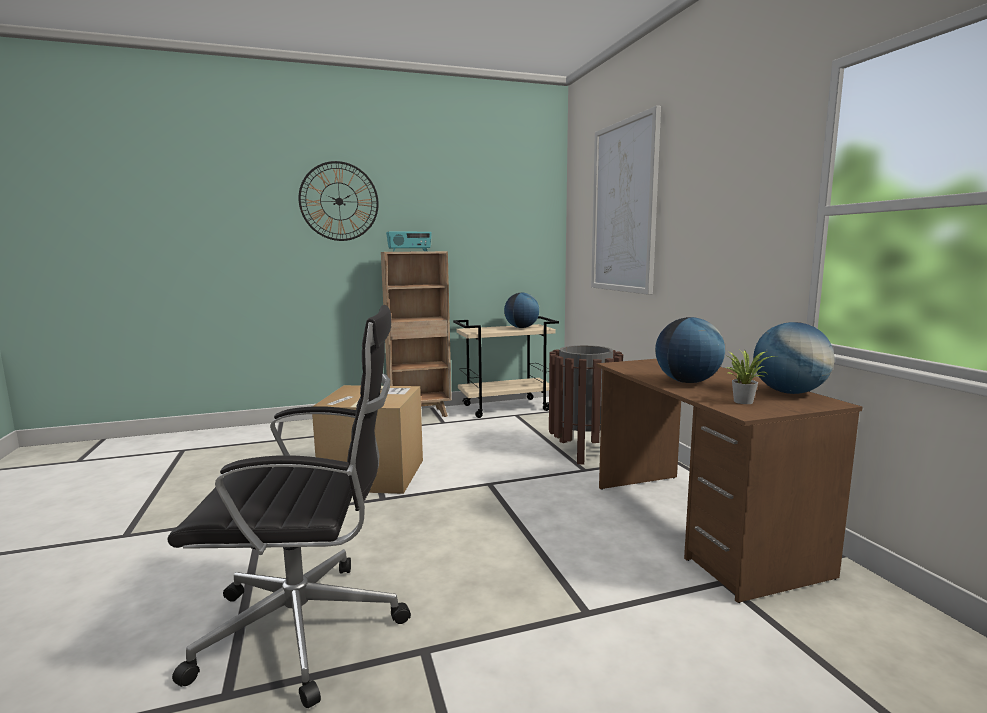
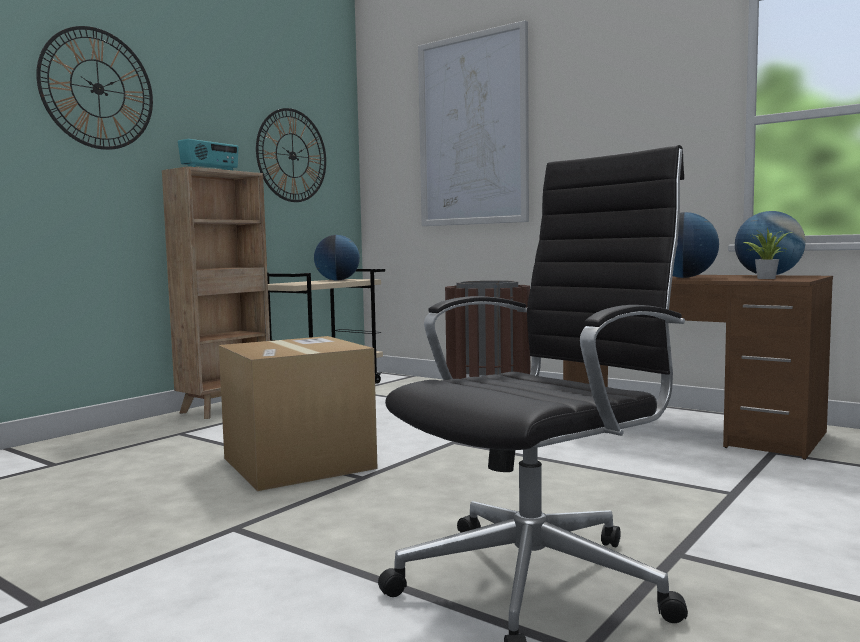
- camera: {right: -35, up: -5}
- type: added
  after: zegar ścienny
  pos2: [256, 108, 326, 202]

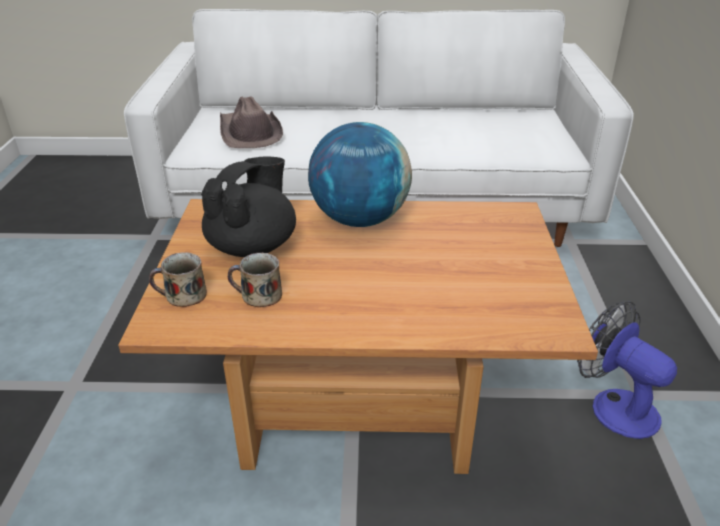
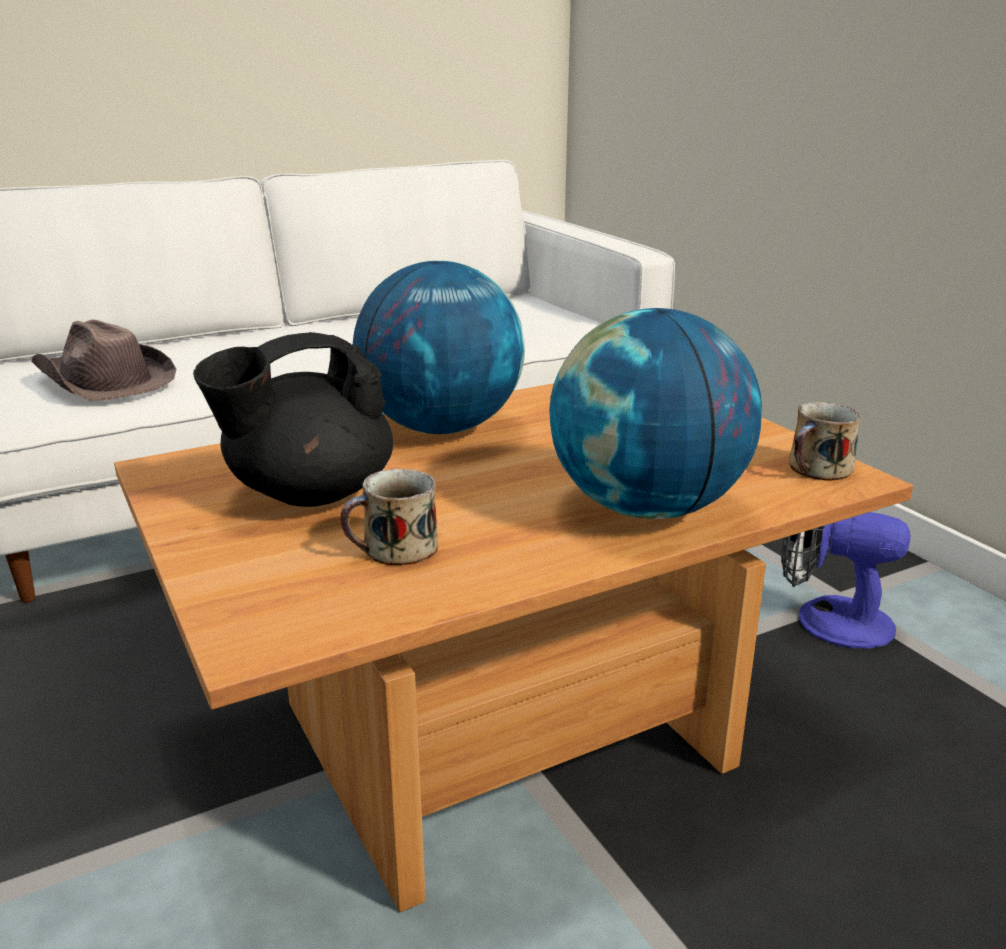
- camera: {right: -30, up: -10}
- type: added
  after: globus
  pos2: [549, 308, 762, 519]
- type: moved
  before: kubek
  pos1: [149, 252, 207, 307]
  pos2: [789, 402, 862, 480]
- type: turned
  before: imbryk [czarny]
  pos1: [201, 156, 296, 257]
  pos2: [193, 332, 393, 507]
  turn: -120

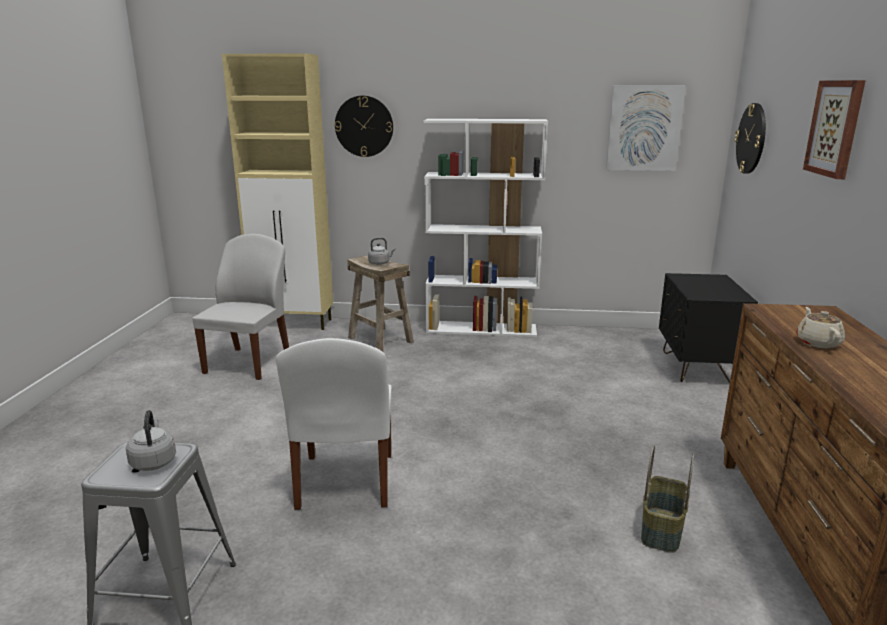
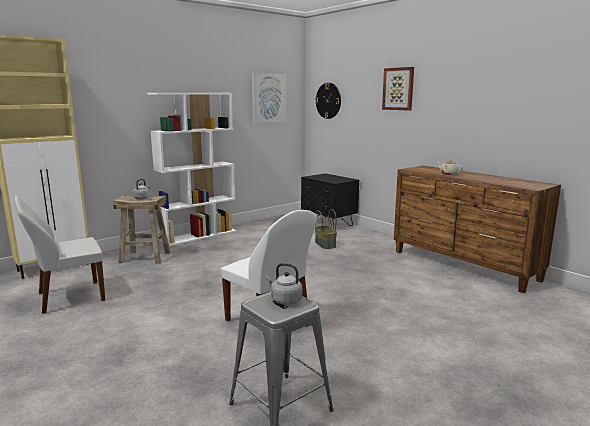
- camera: {right: -45, up: -5}
- type: removed
  before: zegar ścienny
  pos1: [335, 96, 393, 157]
- type: moved
  before: koszyk
  pos1: [641, 445, 694, 553]
  pos2: [315, 209, 337, 249]
- type: turned
  before: krzesło [biały]
  pos1: [192, 234, 289, 380]
  pos2: [15, 196, 105, 314]
  turn: -90

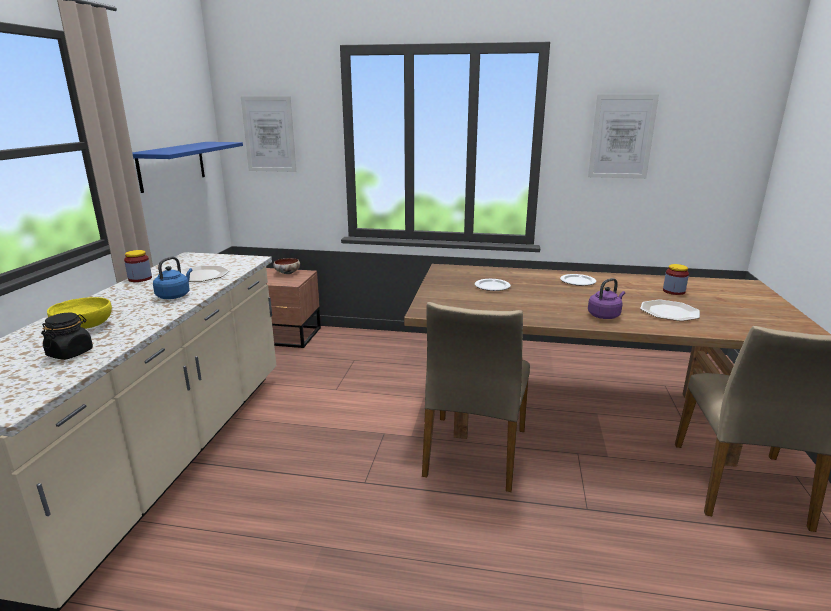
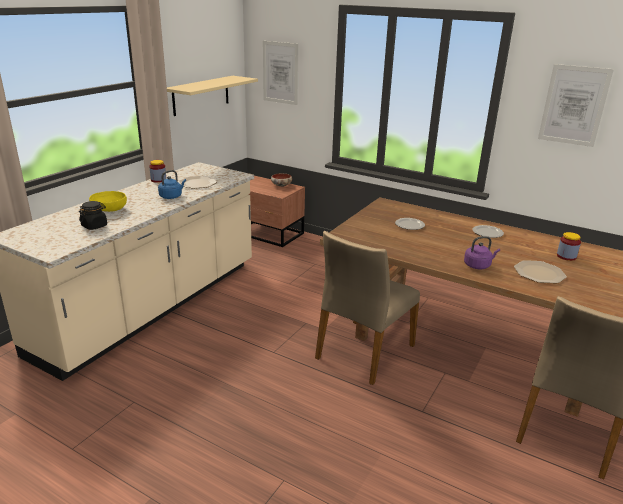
- camera: {right: 20, up: 5}
- type: recoloured
  before: półka [niebieski]
  after: półka [beżowy]
  pos1: [132, 142, 243, 193]
  pos2: [167, 76, 258, 116]

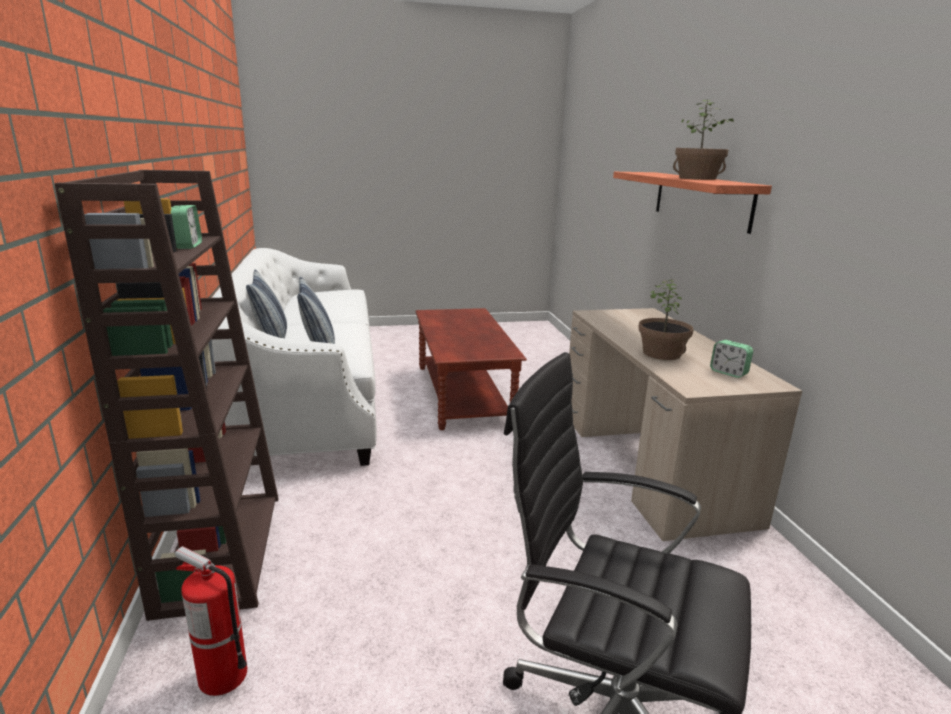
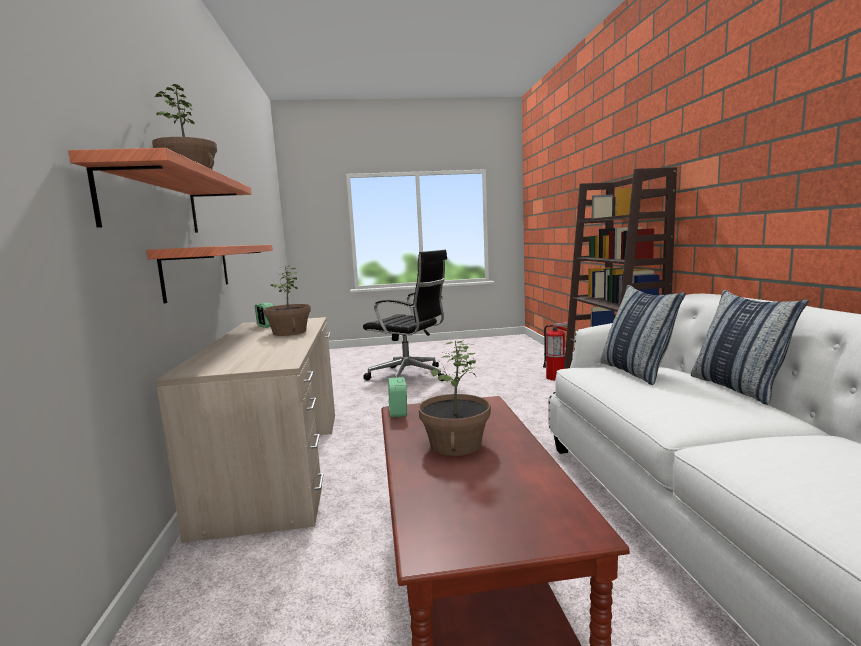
- camera: {right: -175, up: -10}
- type: added
  after: półka
  pos2: [146, 245, 273, 303]
- type: added
  after: roślina doniczkowa
  pos2: [419, 341, 491, 456]
- type: moved
  before: budzik
  pos1: [171, 205, 202, 249]
  pos2: [388, 377, 407, 418]

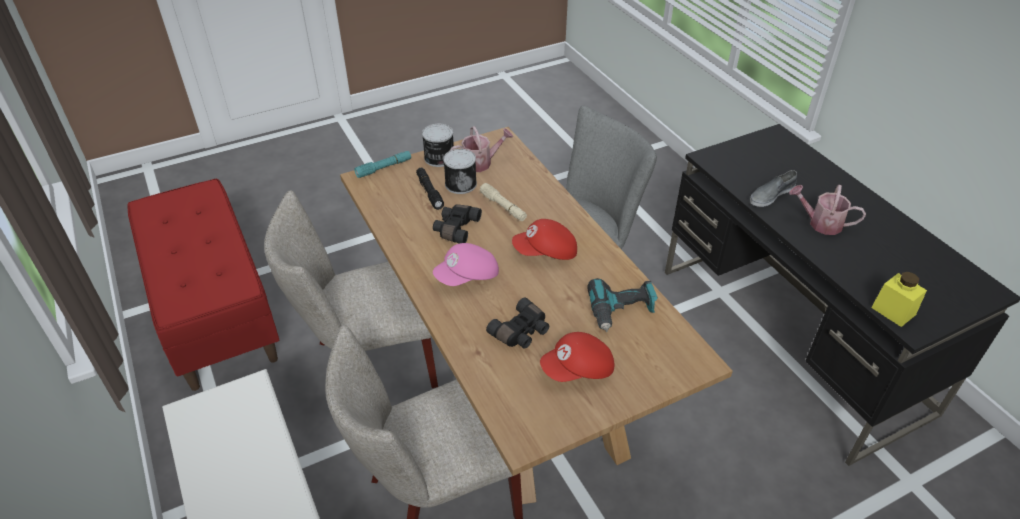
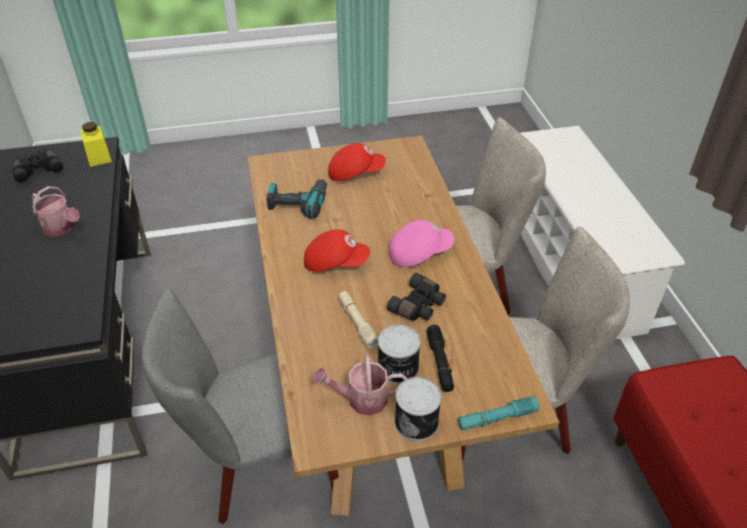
- camera: {right: -165, up: 0}
- type: removed
  before: but [szary]
  pos1: [750, 170, 797, 207]
- type: moved
  before: lornetka [czarny]
  pos1: [486, 297, 549, 349]
  pos2: [12, 149, 64, 183]

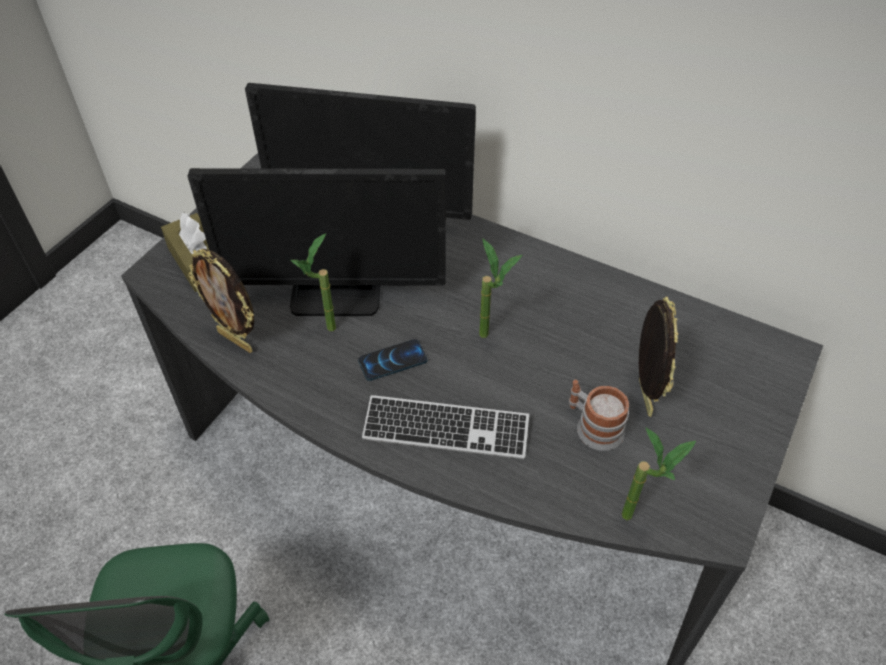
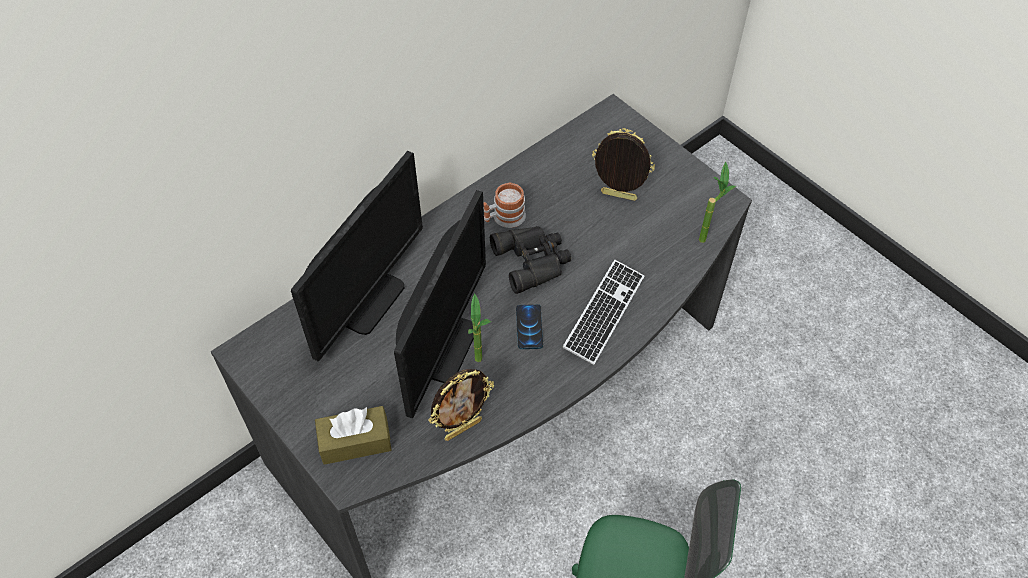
- camera: {right: -70, up: 5}
- type: moved
  before: kubek
  pos1: [569, 380, 629, 451]
  pos2: [483, 183, 526, 228]
- type: replaced
  before: roślina doniczkowa
  after: lornetka [czarny]
  pos1: [479, 238, 522, 338]
  pos2: [490, 226, 571, 294]

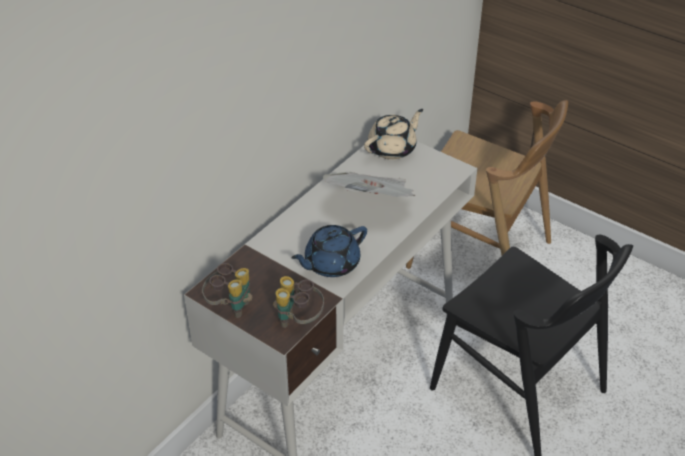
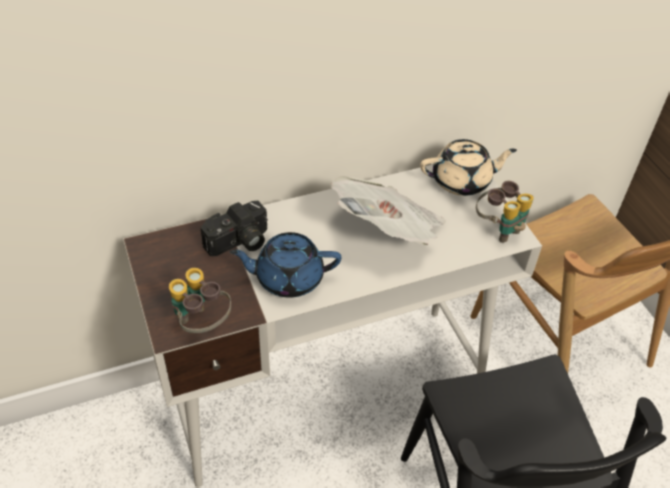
- camera: {right: 30, up: 5}
- type: added
  after: aparat fotograficzny
  pos2: [200, 201, 268, 256]
- type: moved
  before: lornetka
  pos1: [202, 263, 252, 318]
  pos2: [476, 181, 534, 243]

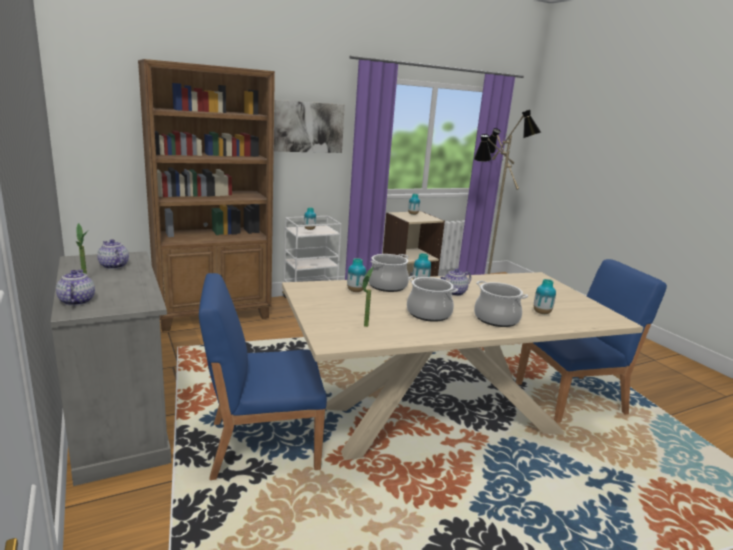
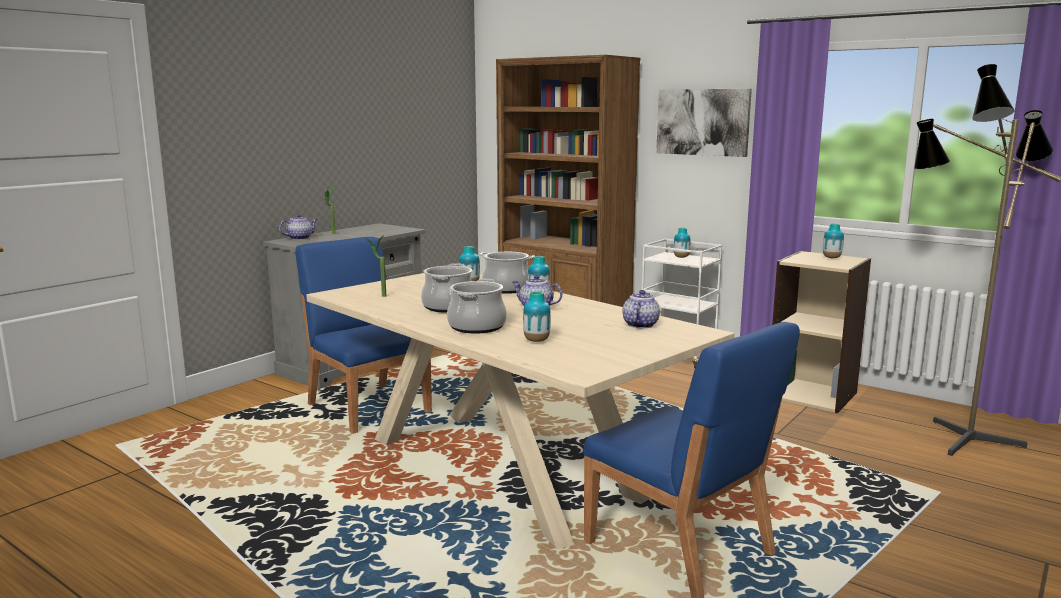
- camera: {right: 65, up: -5}
- type: moved
  before: imbryk
  pos1: [97, 239, 129, 269]
  pos2: [622, 290, 660, 328]

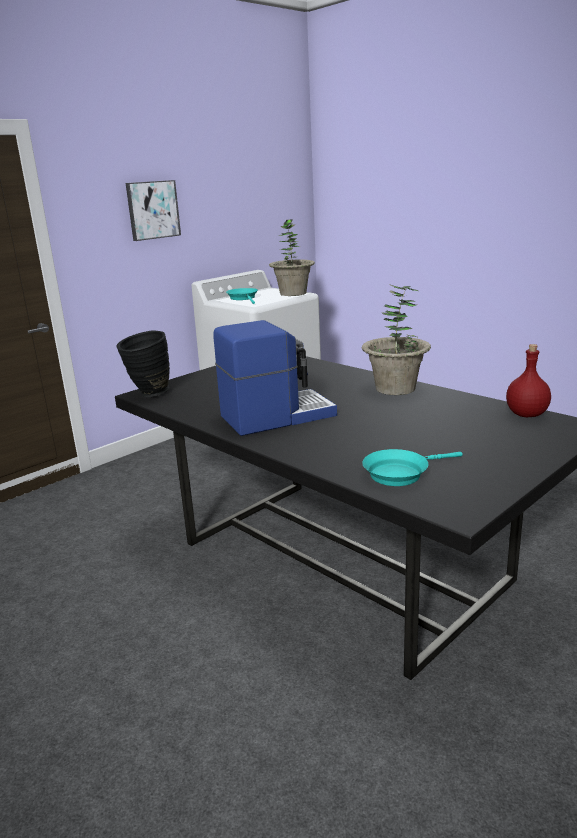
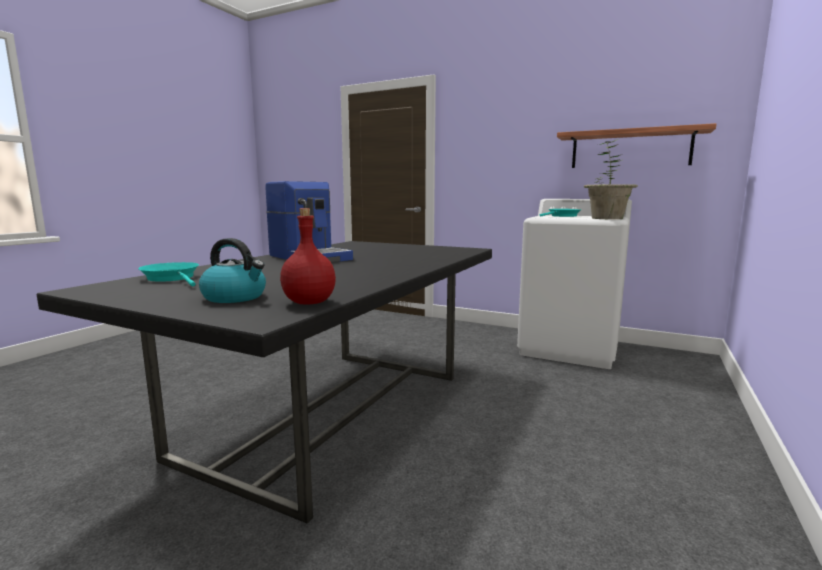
- camera: {right: 70, up: -10}
- type: removed
  before: wazon [czarny]
  pos1: [116, 330, 170, 397]
- type: removed
  before: obraz
  pos1: [126, 180, 181, 241]
- type: removed
  before: roślina doniczkowa
  pos1: [362, 284, 431, 395]
- type: added
  after: czajnik
  pos2: [199, 238, 266, 303]
- type: added
  after: półka
  pos2: [557, 123, 717, 168]

